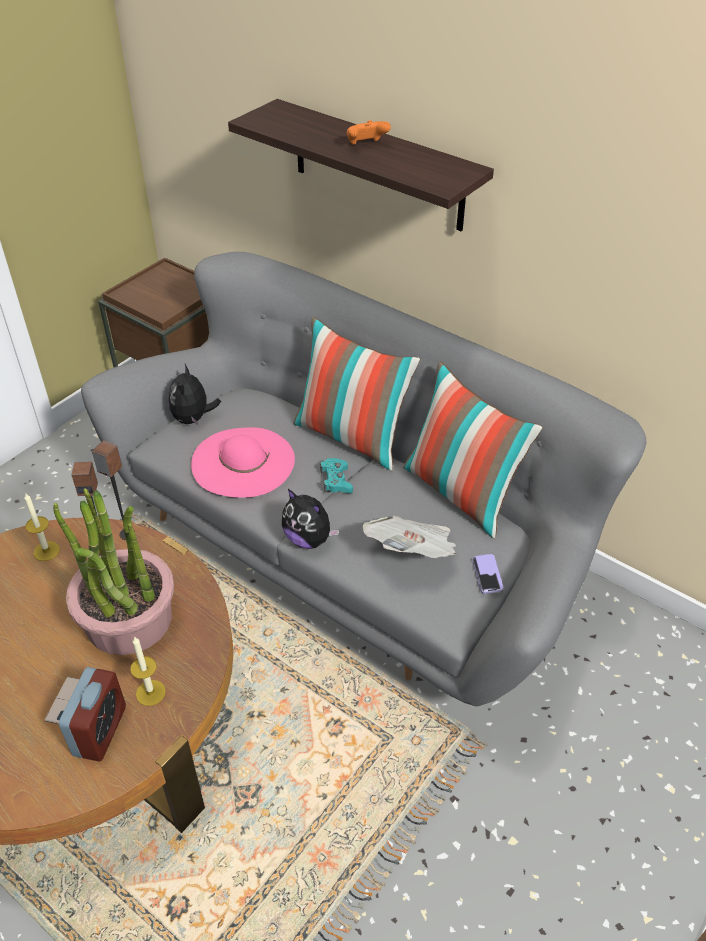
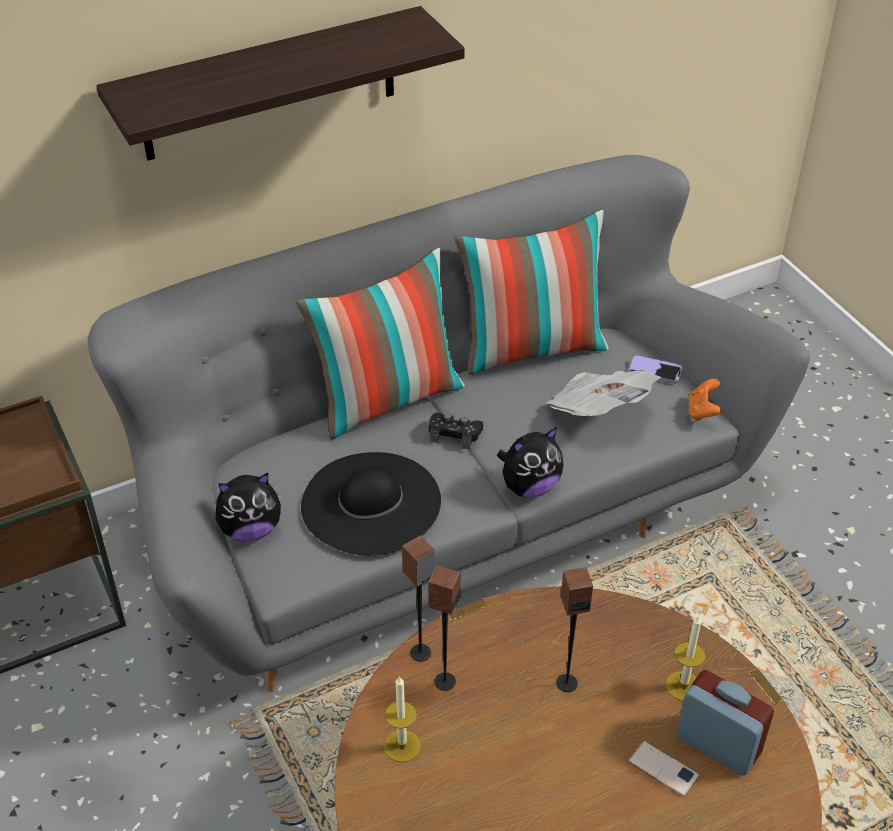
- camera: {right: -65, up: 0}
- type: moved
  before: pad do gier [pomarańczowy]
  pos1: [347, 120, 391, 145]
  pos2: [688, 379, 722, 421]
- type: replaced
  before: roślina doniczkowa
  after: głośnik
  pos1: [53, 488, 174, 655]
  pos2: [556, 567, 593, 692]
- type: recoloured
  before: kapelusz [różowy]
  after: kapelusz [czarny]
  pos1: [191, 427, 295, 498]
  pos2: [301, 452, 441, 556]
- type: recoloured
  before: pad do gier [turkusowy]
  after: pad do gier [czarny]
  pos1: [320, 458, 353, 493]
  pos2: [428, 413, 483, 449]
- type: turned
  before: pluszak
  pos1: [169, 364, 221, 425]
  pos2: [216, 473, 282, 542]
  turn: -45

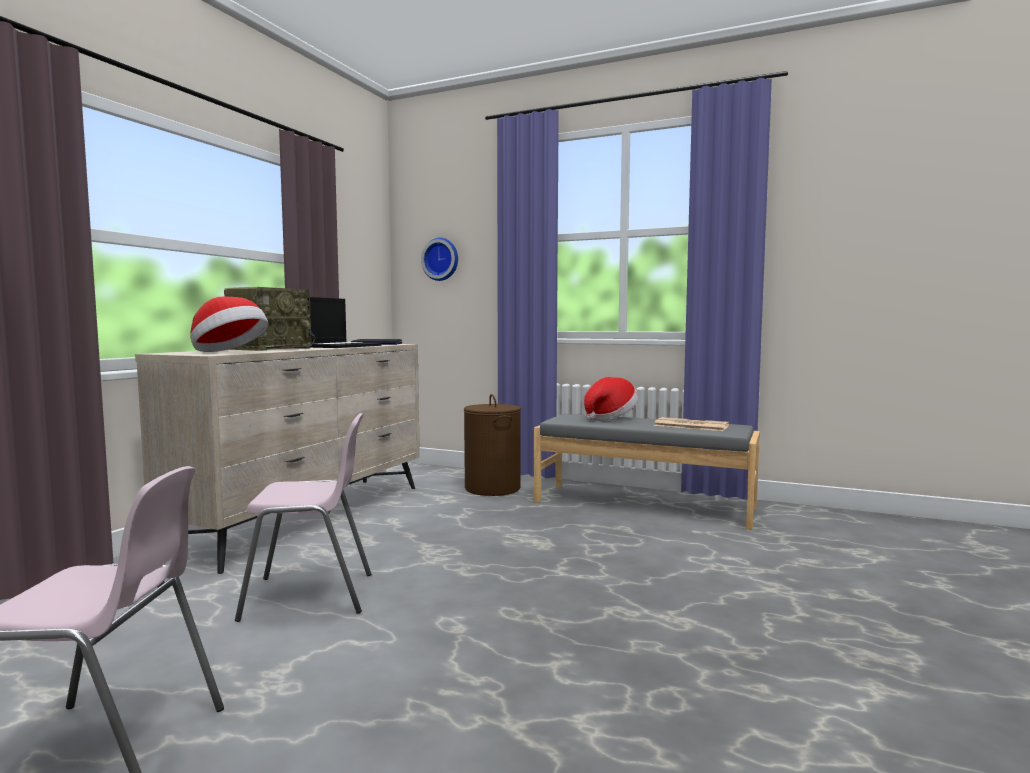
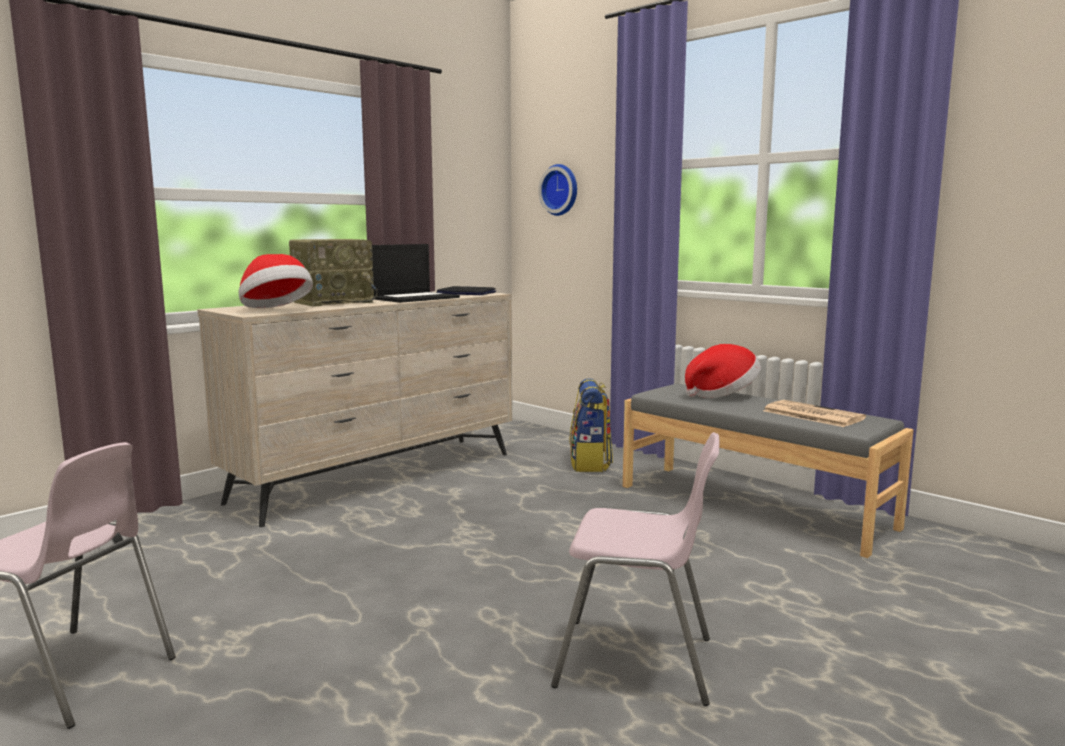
- camera: {right: 20, up: 5}
- type: moved
  before: krzesło [różowy]
  pos1: [235, 413, 371, 622]
  pos2: [551, 432, 720, 706]
- type: replaced
  before: kosz na pranie [brązowy]
  after: plecak
  pos1: [464, 394, 521, 496]
  pos2: [570, 378, 613, 472]

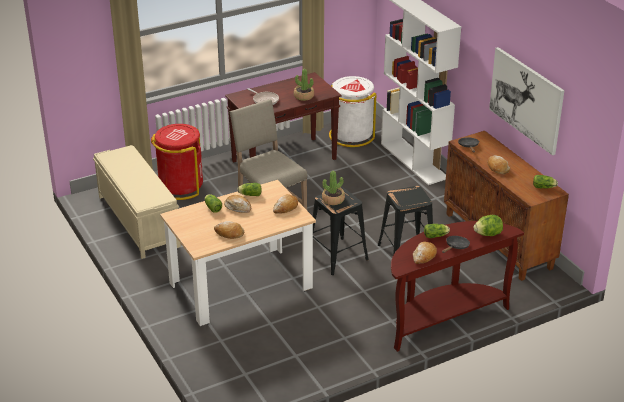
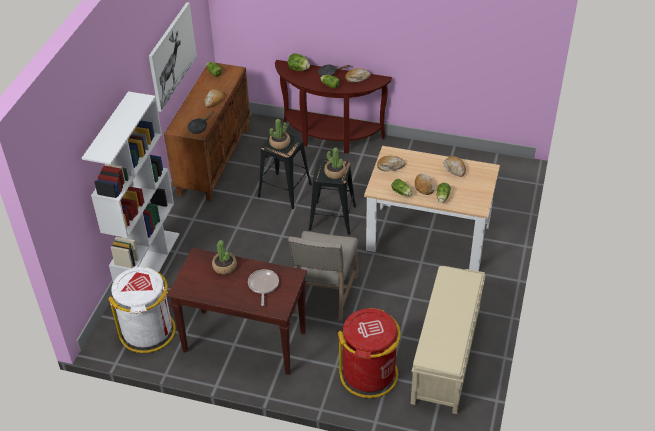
- camera: {right: -135, up: 10}
- type: added
  after: roślina doniczkowa
  pos2: [269, 119, 290, 149]

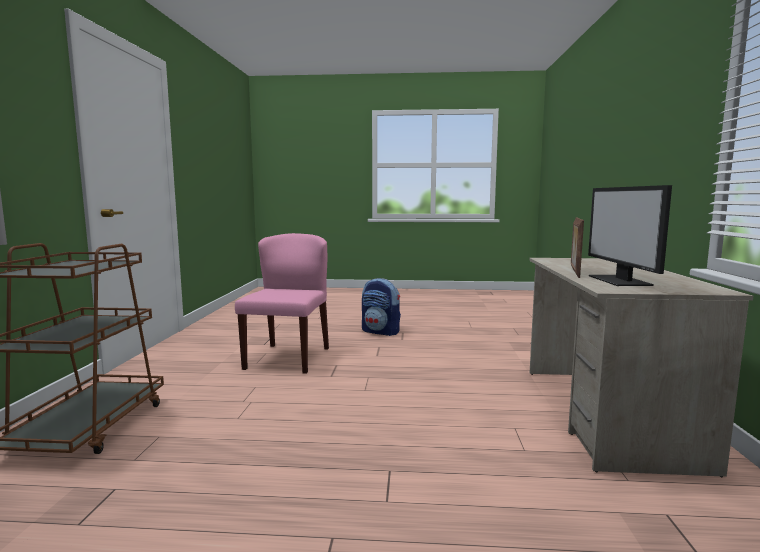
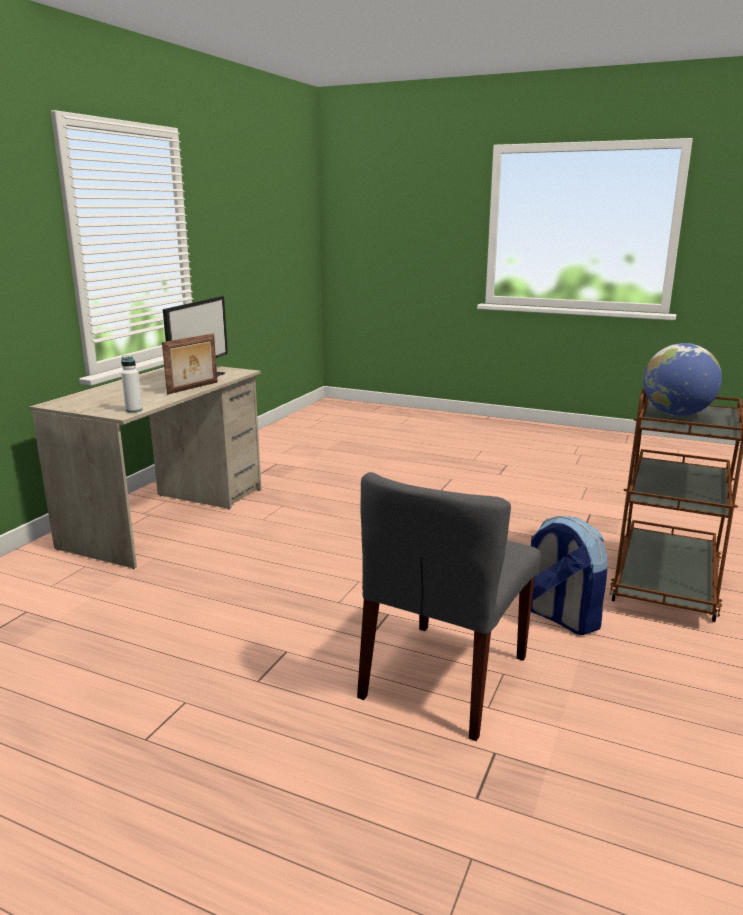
- camera: {right: -160, up: 10}
- type: added
  after: butelka [biały]
  pos2: [121, 355, 143, 413]
- type: added
  after: globus
  pos2: [643, 343, 722, 416]
- type: moved
  before: plecak
  pos1: [362, 278, 401, 336]
  pos2: [531, 516, 607, 635]
- type: recoloured
  before: krzesło [różowy]
  after: krzesło [szary]
  pos1: [235, 233, 329, 374]
  pos2: [357, 472, 541, 741]

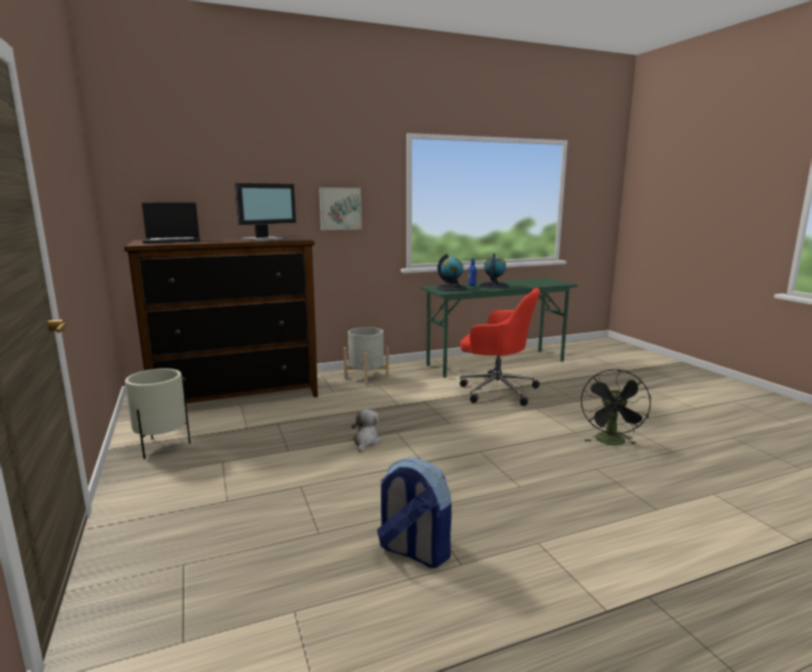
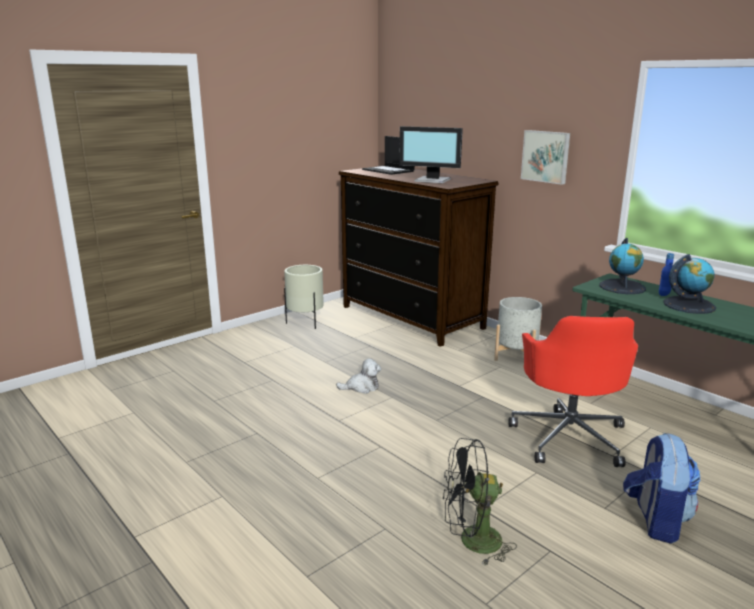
- camera: {right: 70, up: 5}
- type: moved
  before: plecak
  pos1: [377, 458, 452, 568]
  pos2: [623, 433, 700, 543]

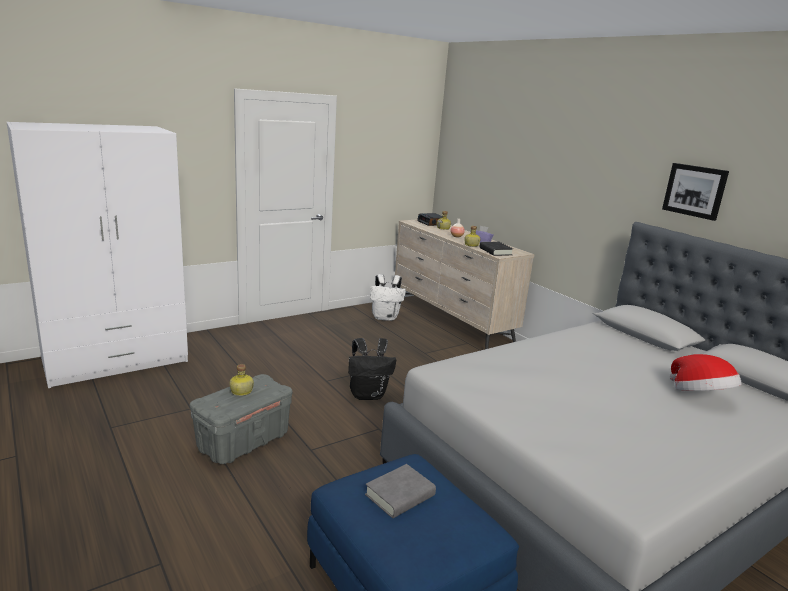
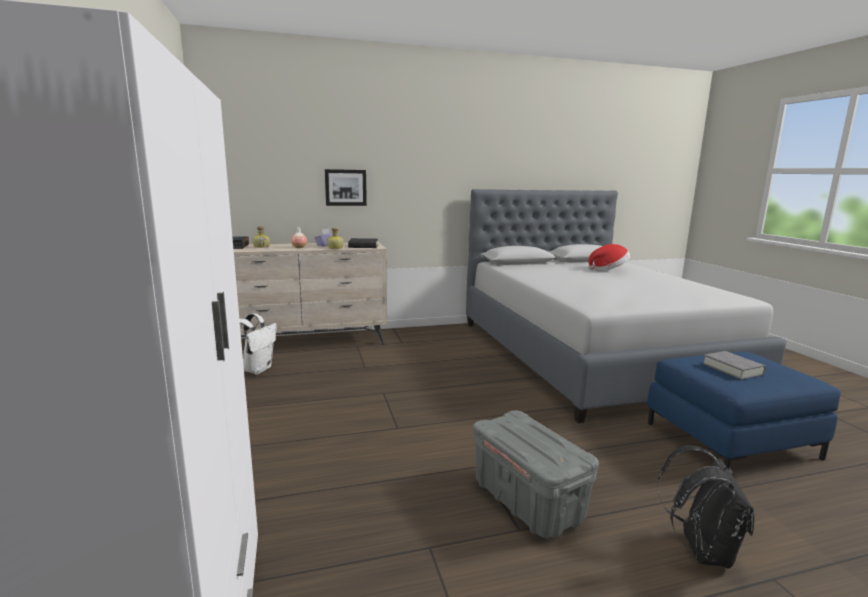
- camera: {right: -70, up: -5}
- type: removed
  before: butelka
  pos1: [229, 364, 254, 396]
- type: moved
  before: plecak [czarny]
  pos1: [348, 338, 396, 400]
  pos2: [657, 445, 754, 568]
- type: moved
  before: obraz
  pos1: [662, 163, 729, 221]
  pos2: [325, 169, 367, 206]

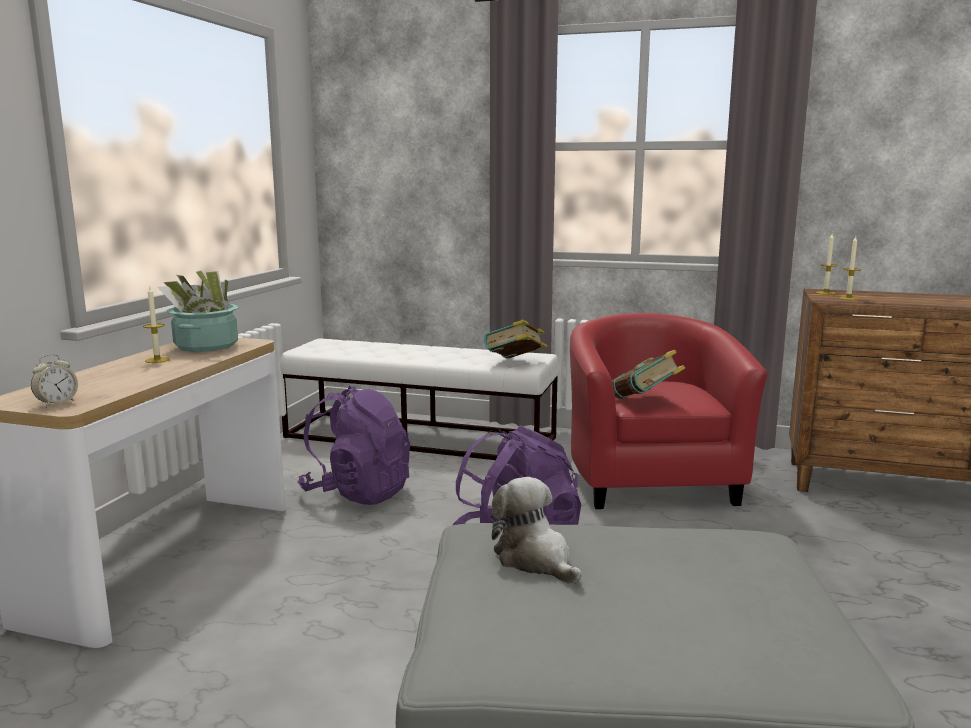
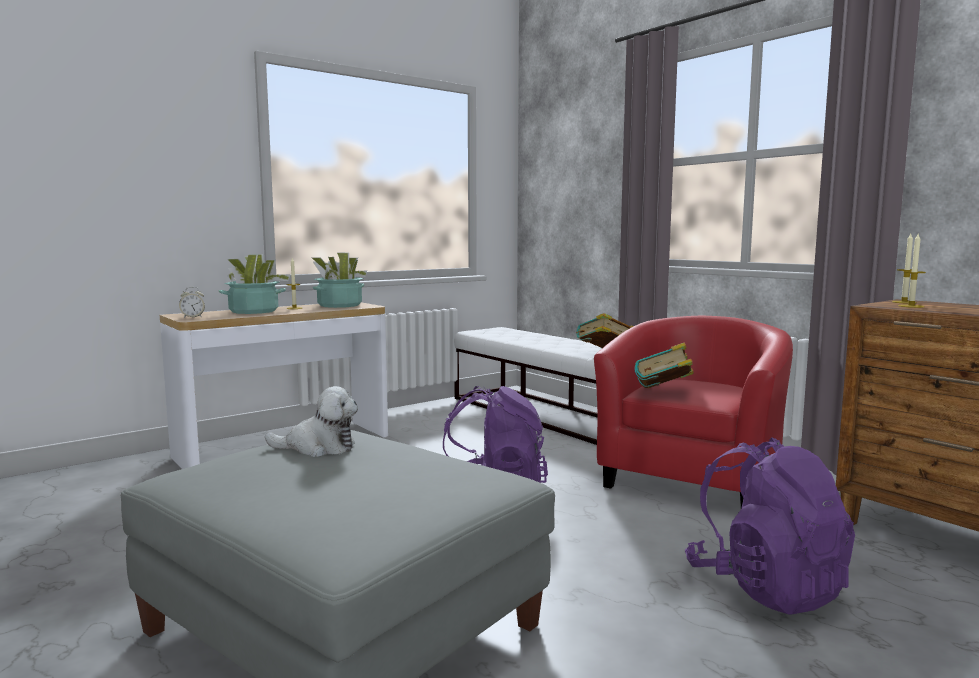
- camera: {right: 35, up: -5}
- type: added
  after: roślina doniczkowa
  pos2: [219, 254, 291, 314]
- type: moved
  before: plecak [fioletowy]
  pos1: [297, 386, 410, 505]
  pos2: [685, 437, 855, 615]
- type: turned
  before: pluszak
  pos1: [492, 477, 582, 584]
  pos2: [265, 386, 358, 457]
  turn: 90

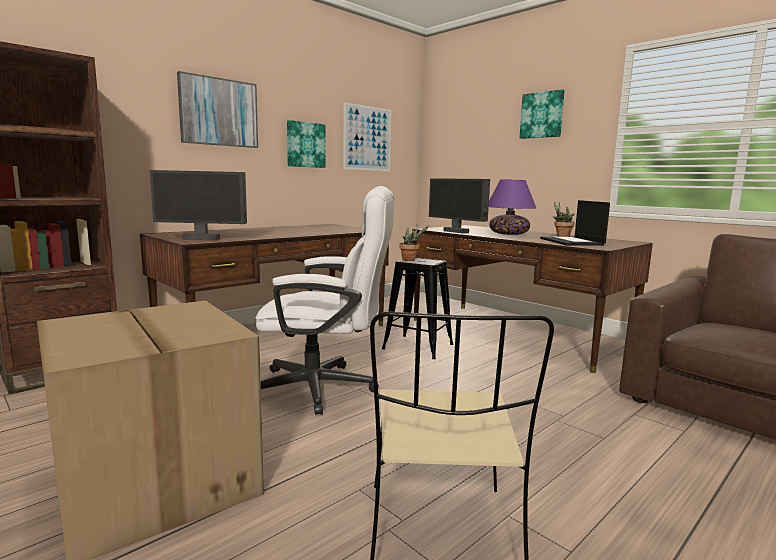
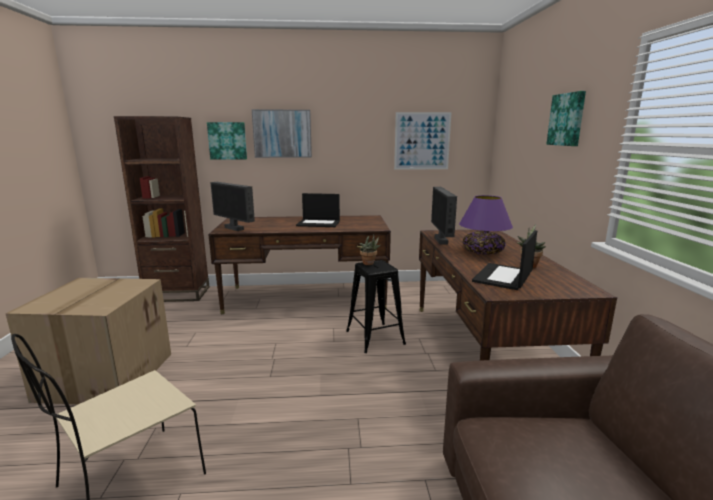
- camera: {right: 40, up: 5}
- type: removed
  before: krzesło biurowe [biały]
  pos1: [255, 186, 394, 415]
- type: added
  after: laptop
  pos2: [296, 193, 340, 227]
- type: moved
  before: obraz
  pos1: [287, 120, 326, 168]
  pos2: [207, 122, 247, 160]

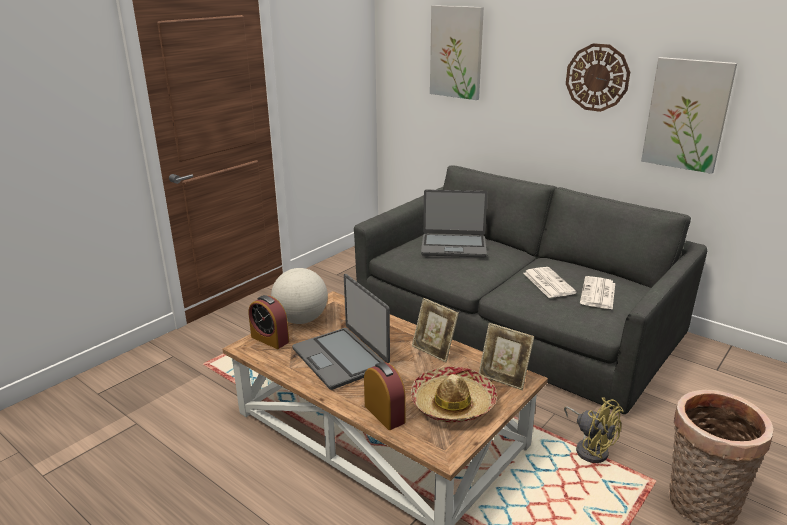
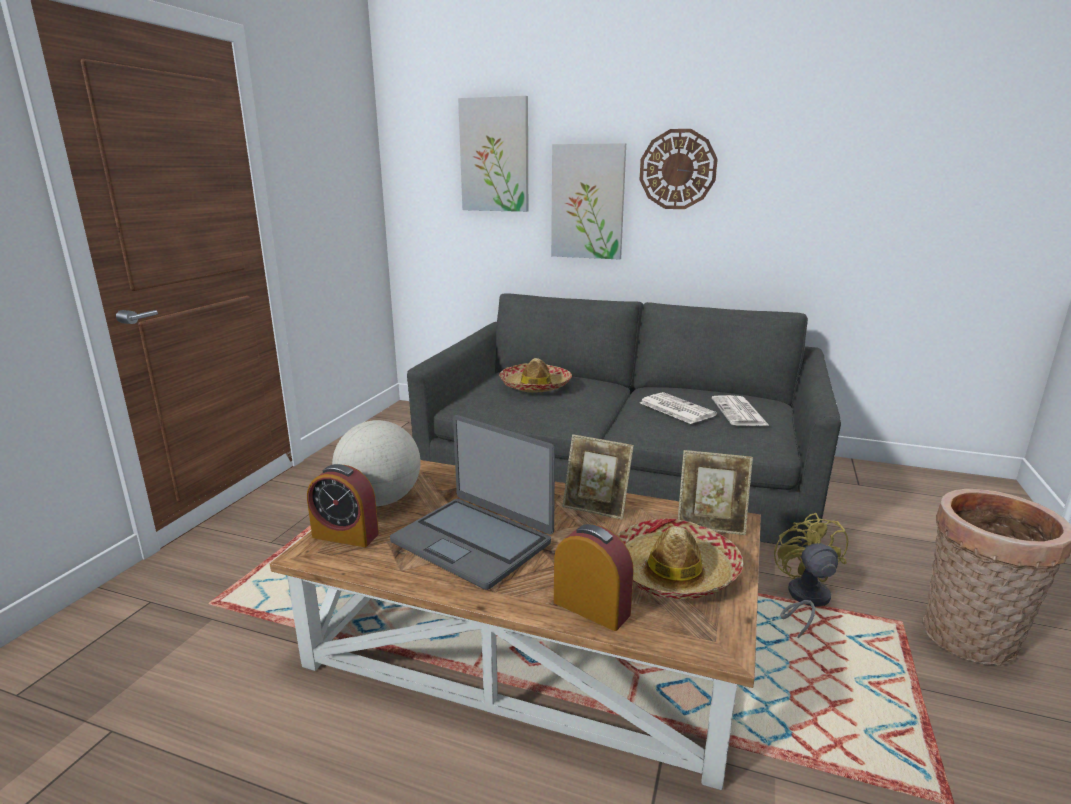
- camera: {right: -20, up: -5}
- type: moved
  before: obraz
  pos1: [641, 57, 737, 174]
  pos2: [551, 143, 626, 260]
- type: replaced
  before: laptop
  after: kapelusz
  pos1: [421, 190, 487, 257]
  pos2: [499, 358, 572, 393]
- type: turned
  before: wentylator [żółty]
  pos1: [564, 397, 623, 463]
  pos2: [774, 513, 848, 638]
  turn: -120

